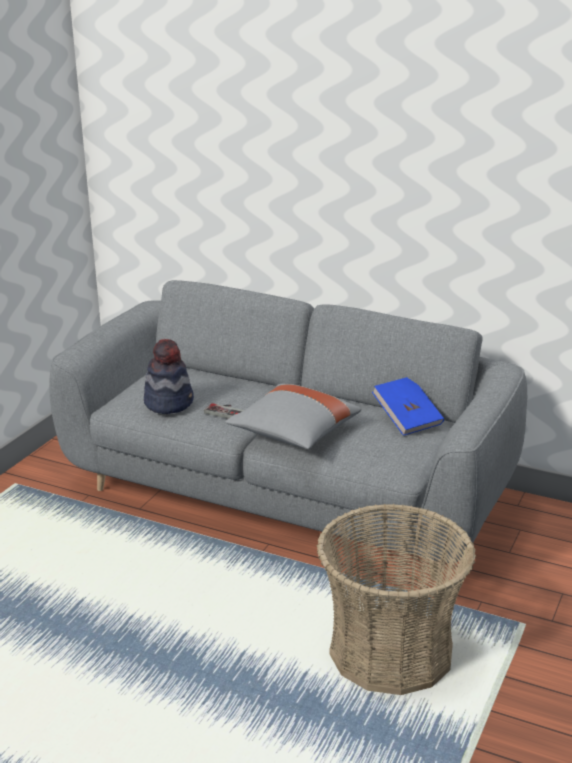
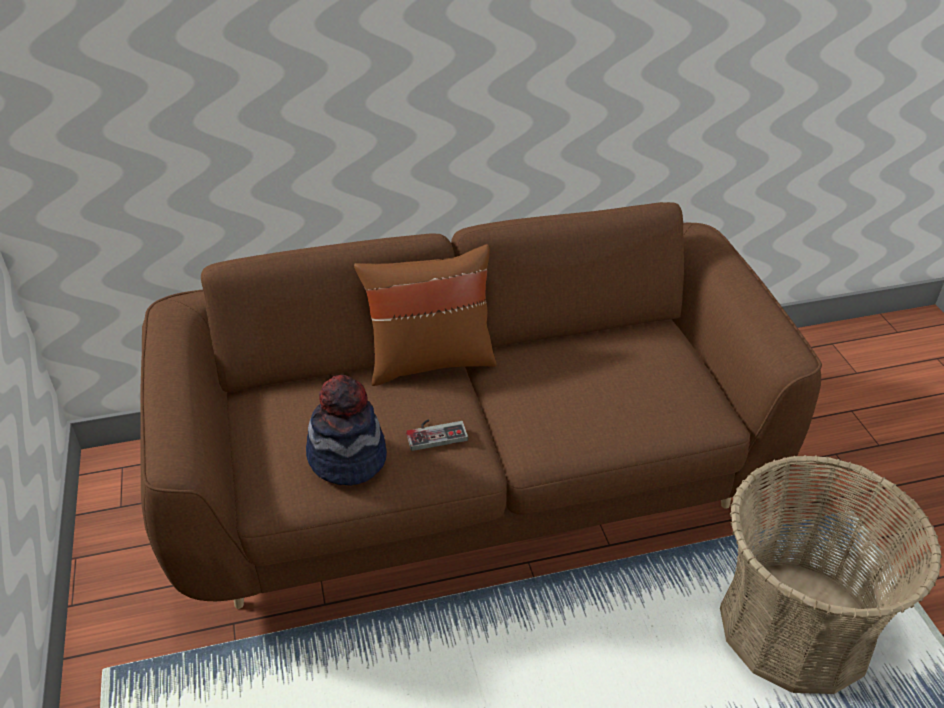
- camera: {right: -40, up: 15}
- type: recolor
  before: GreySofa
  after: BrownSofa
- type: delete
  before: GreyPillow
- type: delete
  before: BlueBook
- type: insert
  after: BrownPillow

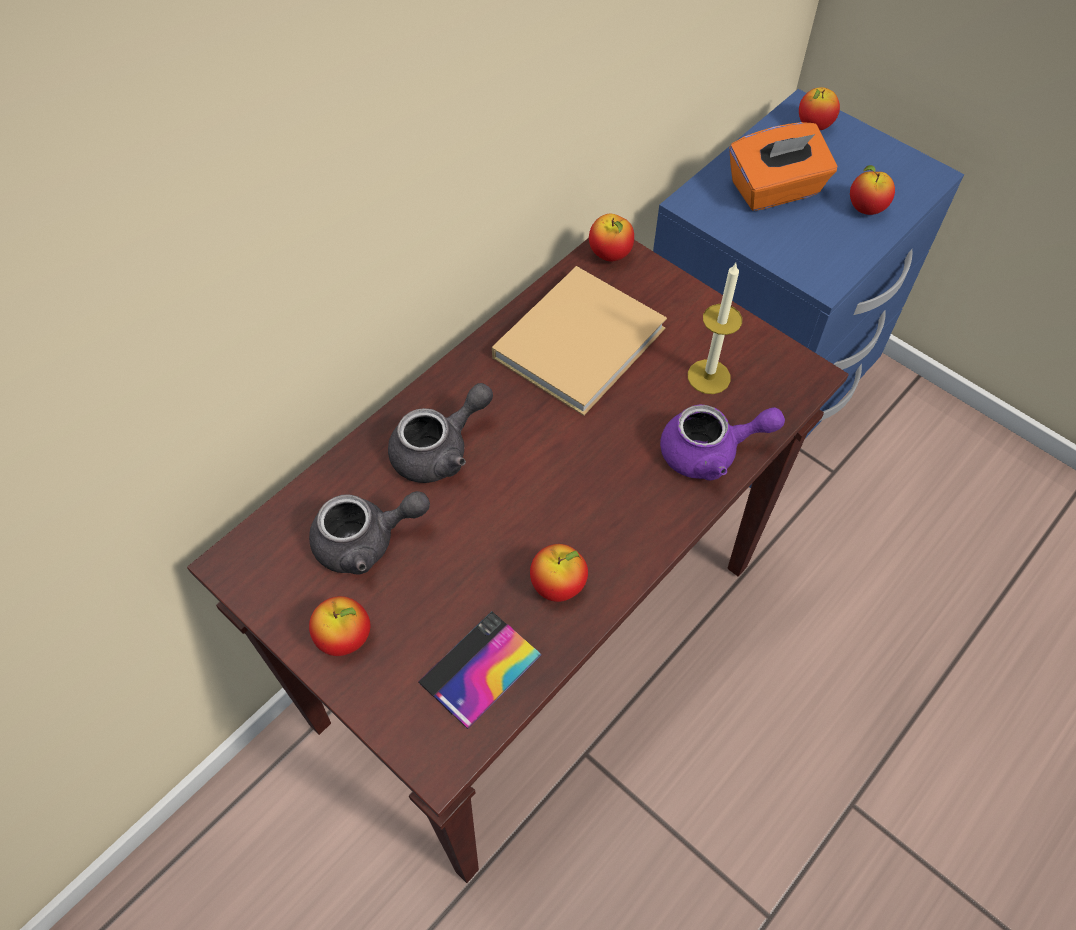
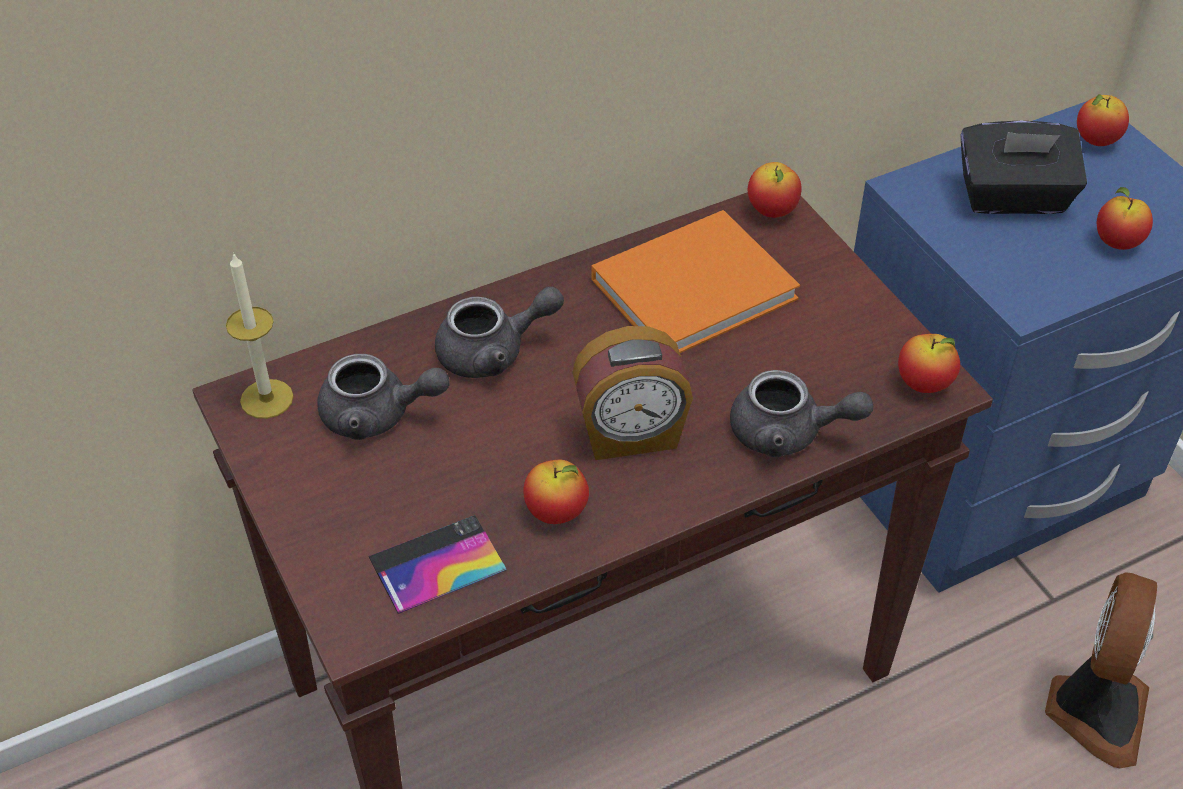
- camera: {right: 20, up: -10}
- type: move
  before: Apple (1st from left in the first image)
  after: Apple (3rd from left)
- type: recolor
  before: BeigeBook
  after: OrangeBook
- type: recolor
  before: PurpleTeapot
  after: GreyTeapot (3rd from left)
- type: move
  before: Candle
- type: recolor
  before: OrangeTissueBox
  after: BlackTissueBox
- type: insert
  after: AlarmClock
- type: insert
  after: Fan

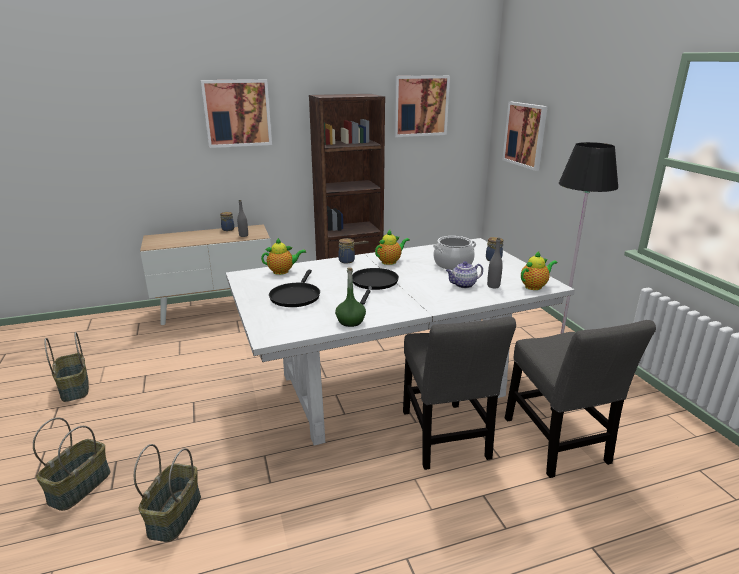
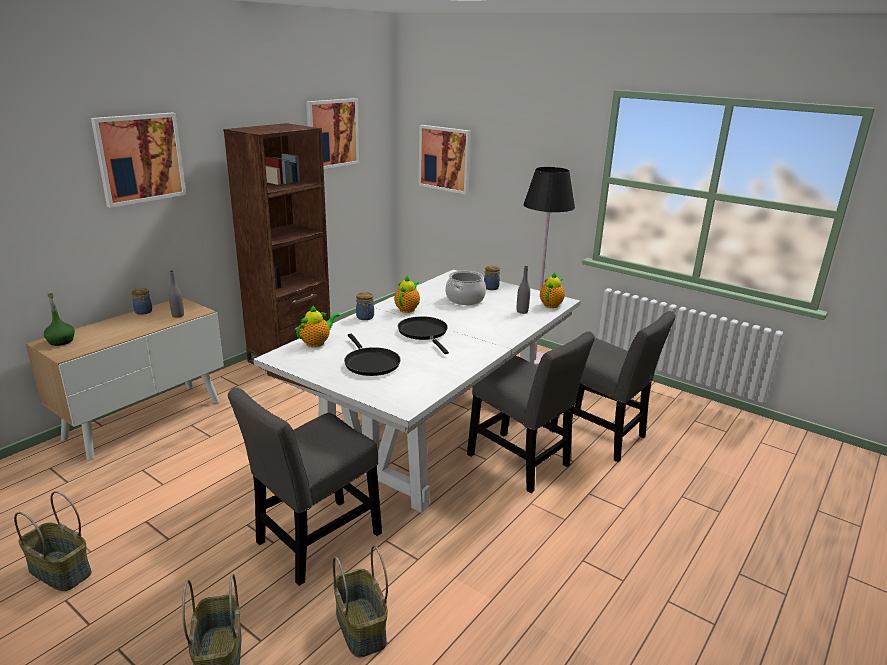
- camera: {right: -35, up: 0}
- type: move
  before: GreenBottle
- type: delete
  before: Teapot (3rd from left)
- type: insert
  after: GreyChair (1st from left)

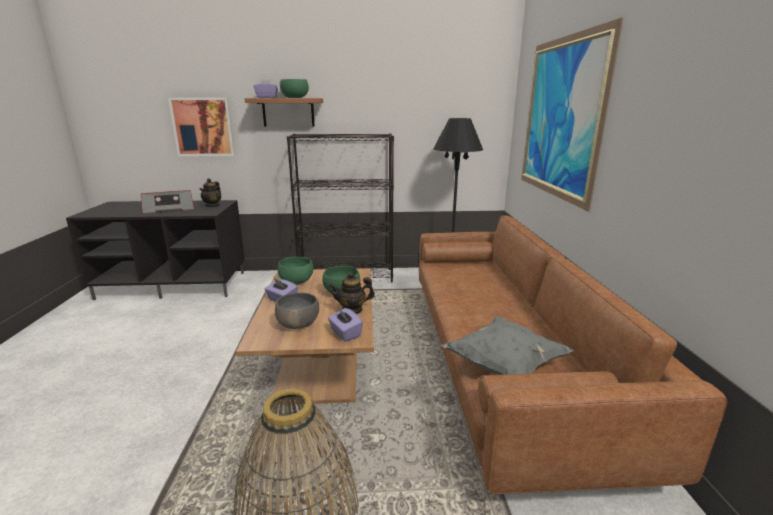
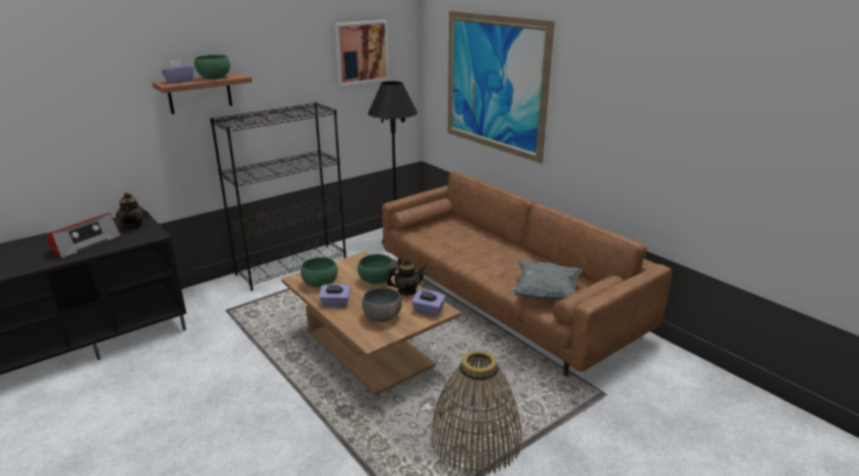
- camera: {right: -35, up: 5}
- type: move
  before: Picture (1st from left)
- type: rotate
  before: Teapot (2nd from left)
  turn: -150

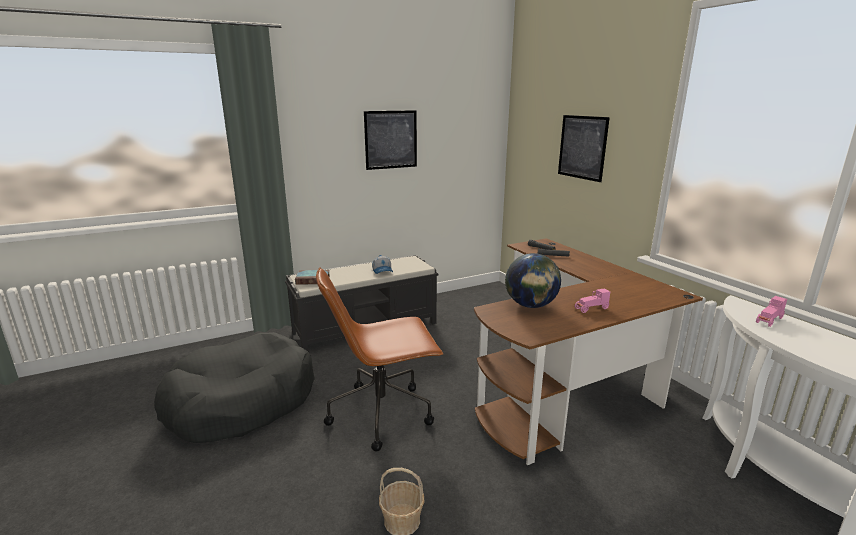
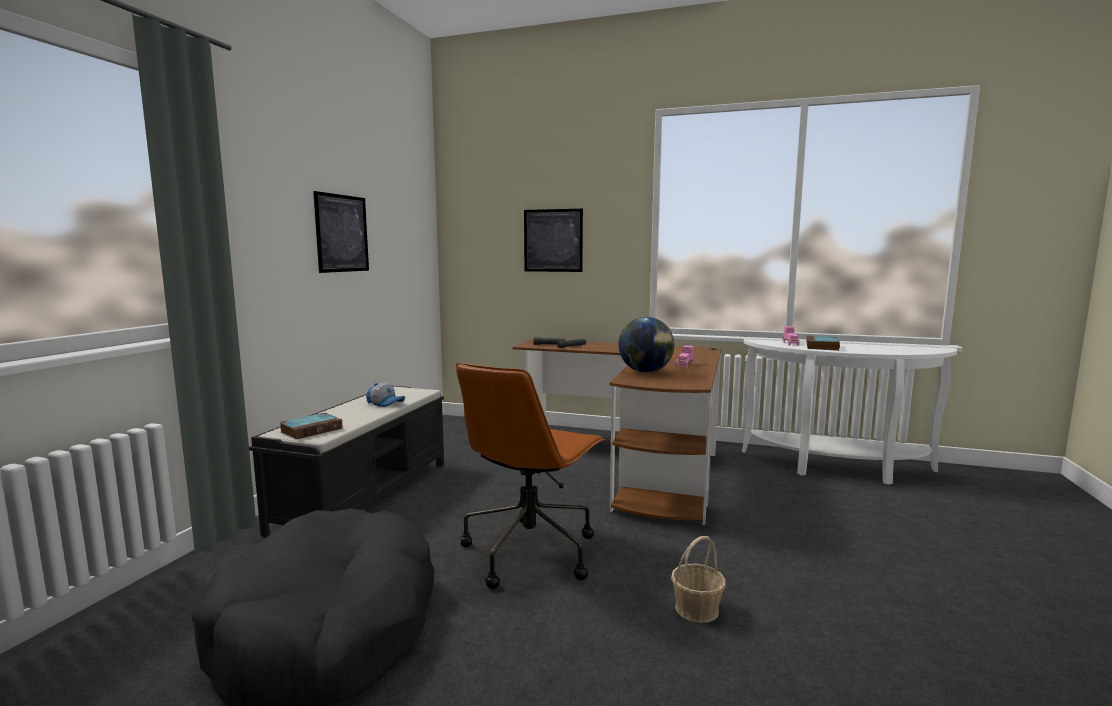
- camera: {right: -45, up: -10}
- type: insert
  after: Book (2nd from left)

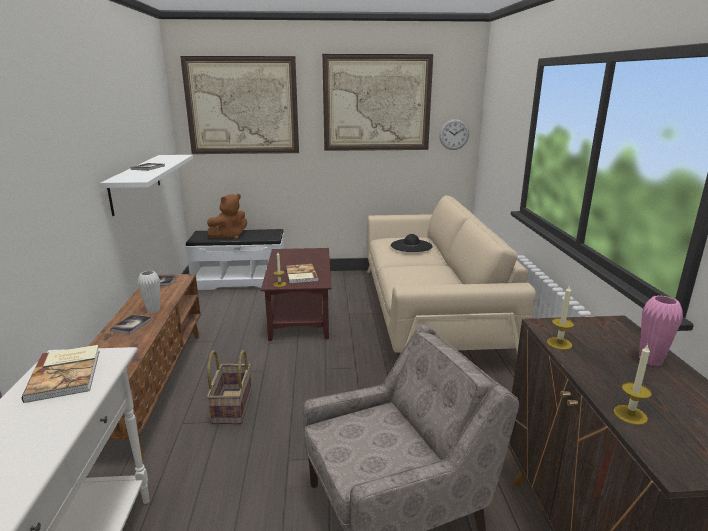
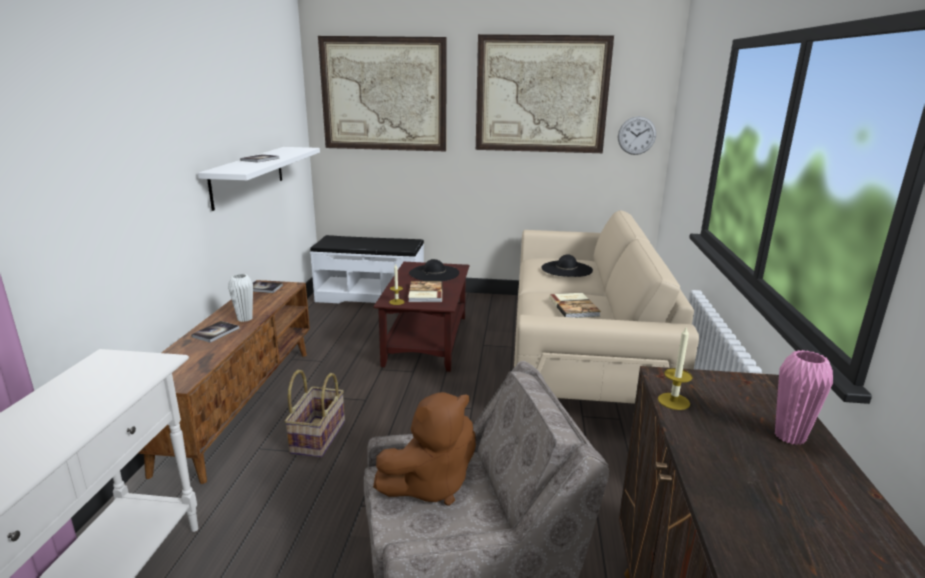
- camera: {right: 10, up: 0}
- type: move
  before: Book (1st from left in the first image)
  after: Book (5th from left)
- type: move
  before: BrownPlushToy
- type: delete
  before: Candle (3rd from left)
- type: insert
  after: BlackHat (1st from left)

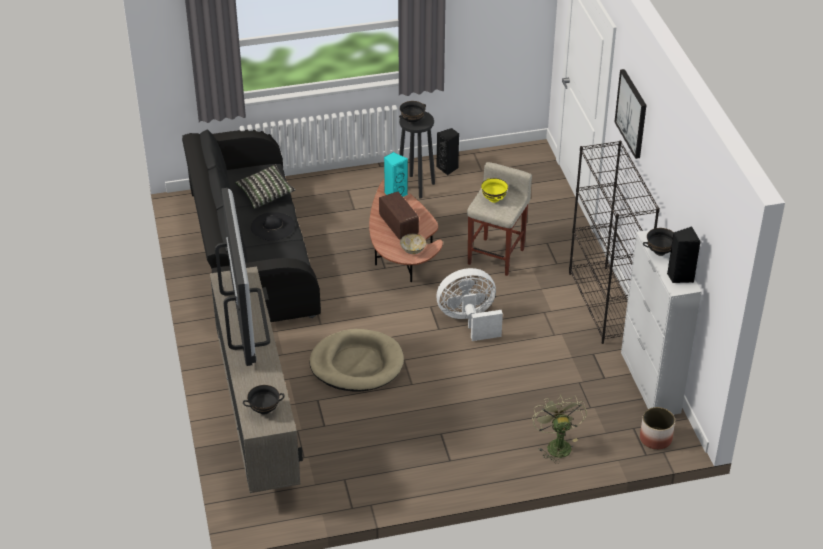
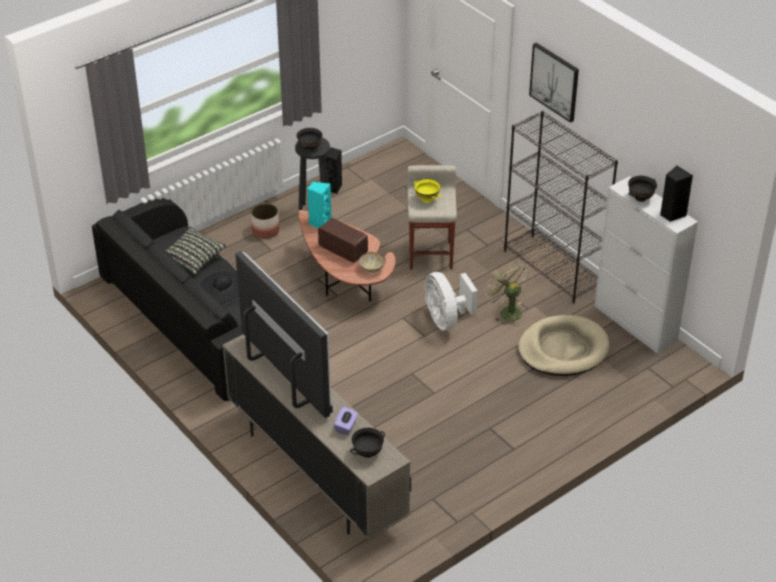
- camera: {right: -25, up: 0}
- type: move
  before: BeigeDogBed
- type: rotate
  before: WhiteFan
  turn: -75
- type: move
  before: GreenFan
- type: move
  before: Planter
- type: insert
  after: PurpleTissueBox

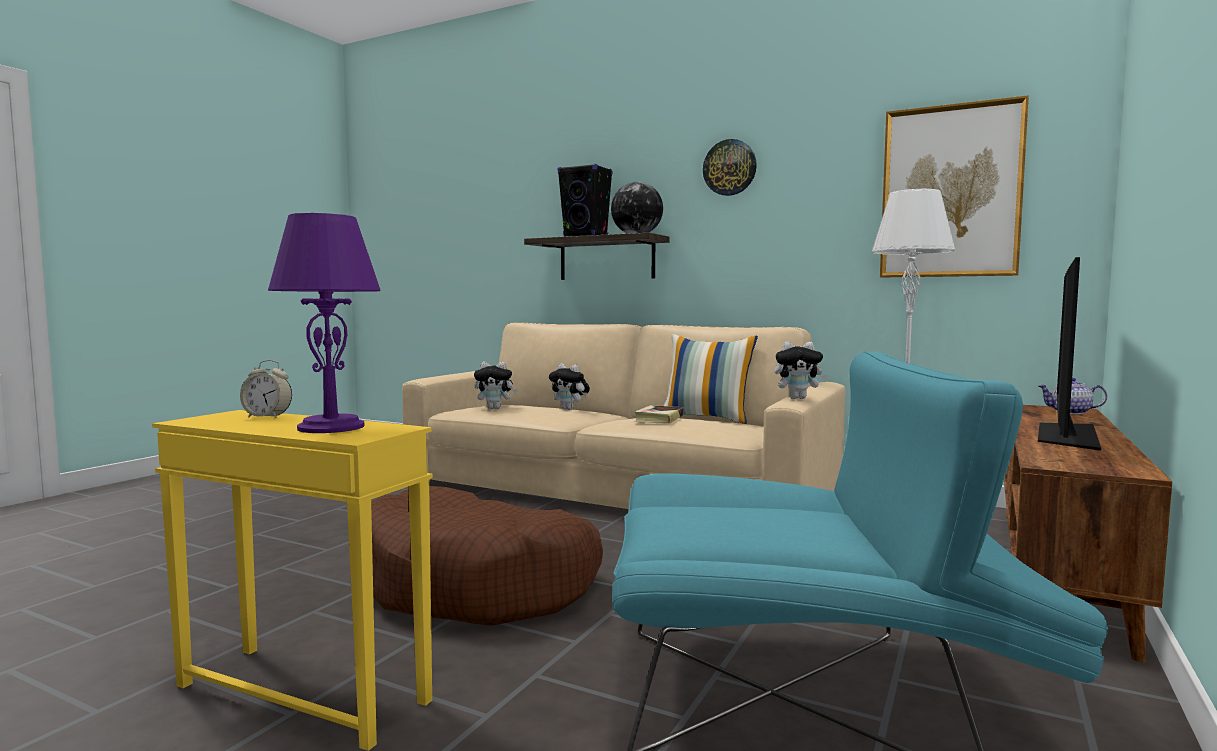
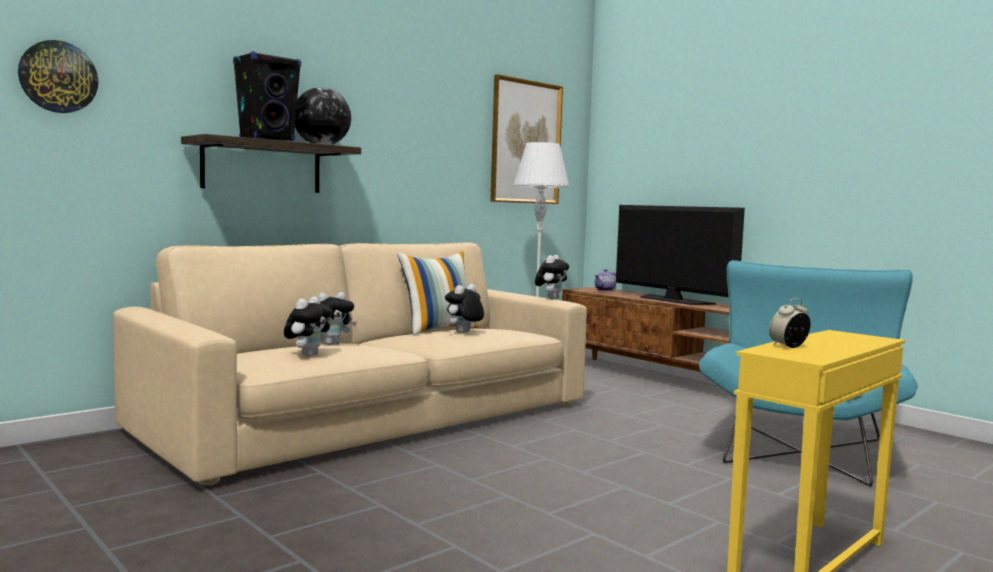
- camera: {right: -70, up: 0}
- type: rotate
  before: AlarmClock
  turn: -150
- type: delete
  before: PurpleTableLamp
- type: delete
  before: BrownDogBed
- type: replace
  before: Book
  after: PlushToy (3rd from left)
- type: move
  before: WallClock

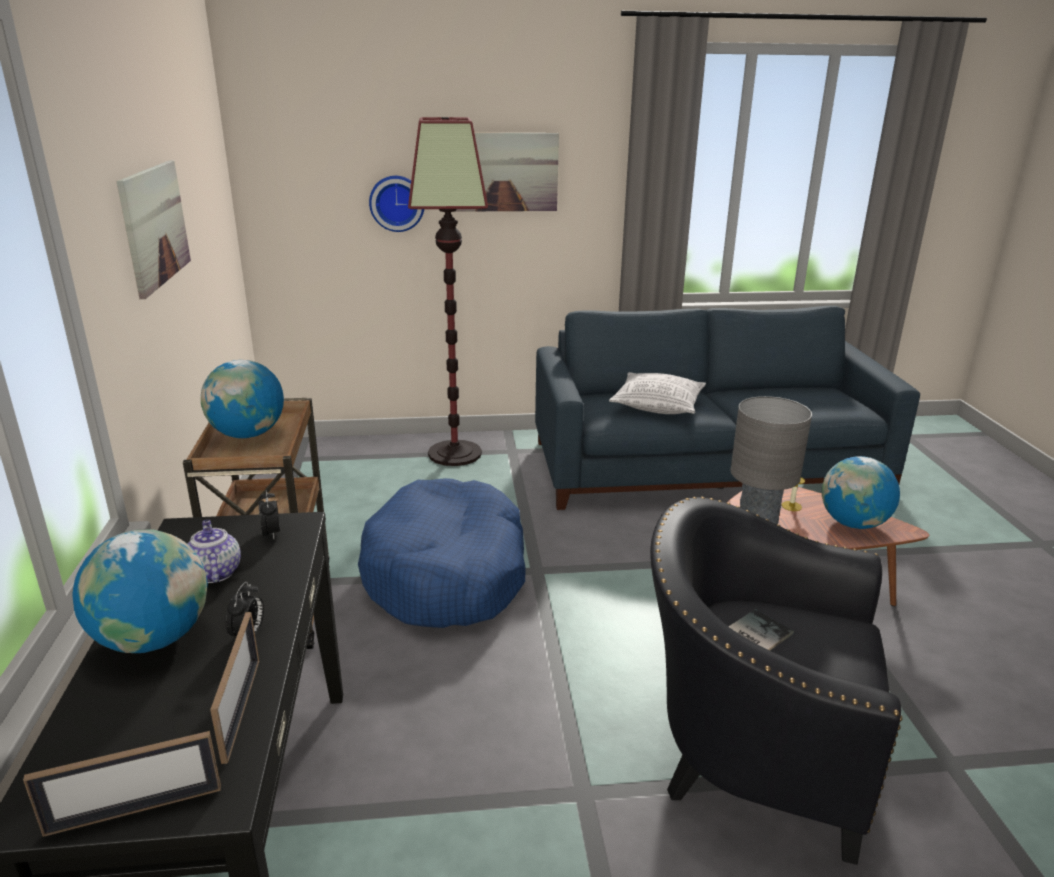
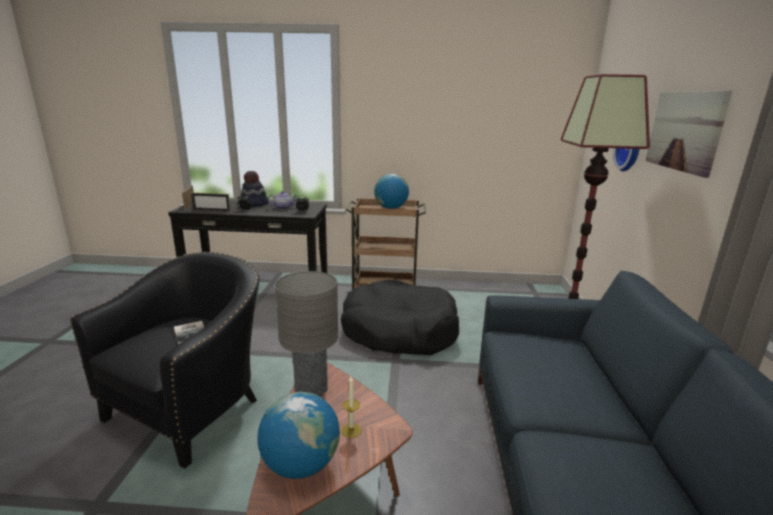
- camera: {right: 100, up: -5}
- type: replace
  before: Globe (1st from left)
  after: Hat
- type: delete
  before: Picture (1st from left)
- type: recolor
  before: BlueDogBed
  after: BlackDogBed
- type: delete
  before: Pillow

